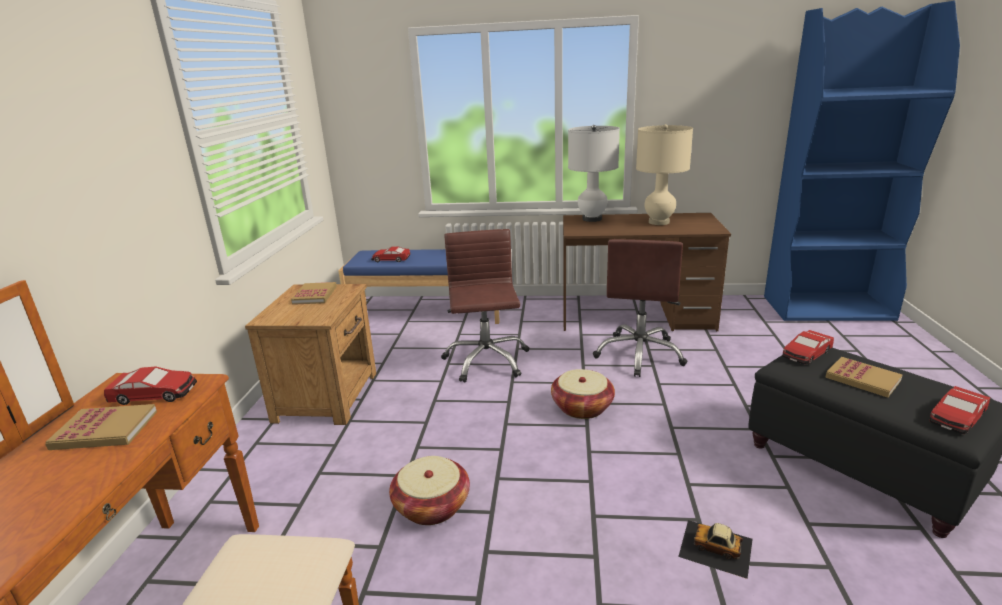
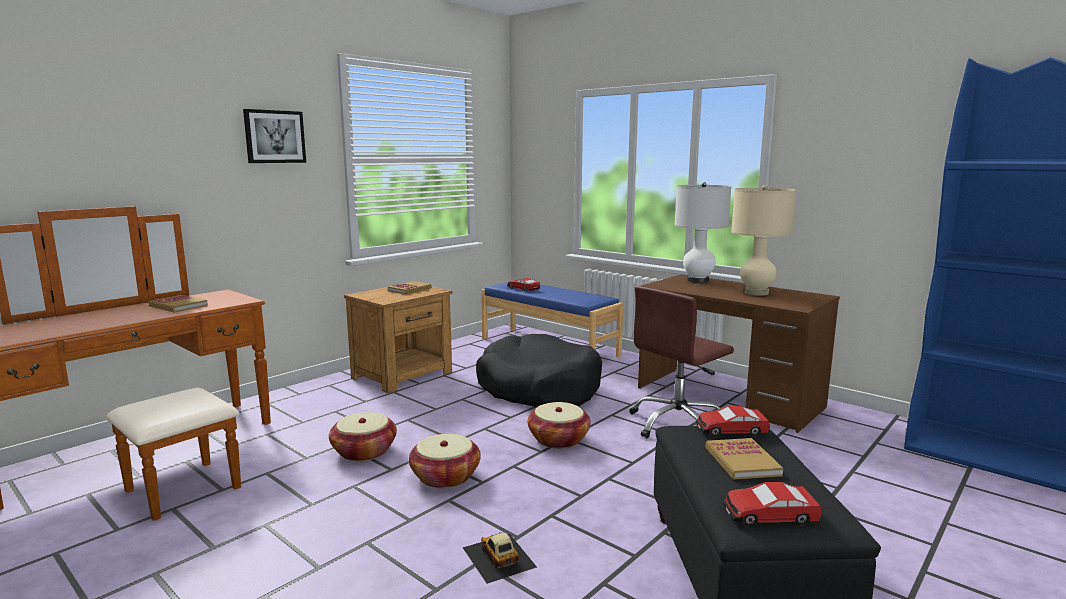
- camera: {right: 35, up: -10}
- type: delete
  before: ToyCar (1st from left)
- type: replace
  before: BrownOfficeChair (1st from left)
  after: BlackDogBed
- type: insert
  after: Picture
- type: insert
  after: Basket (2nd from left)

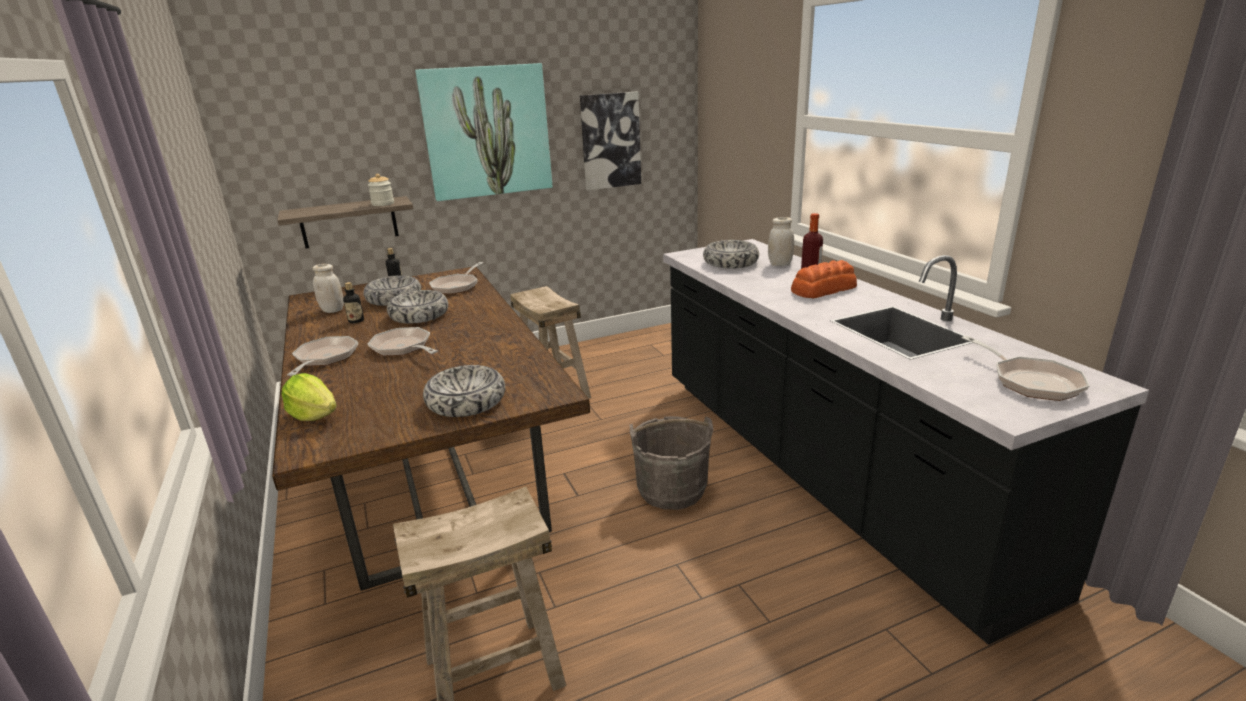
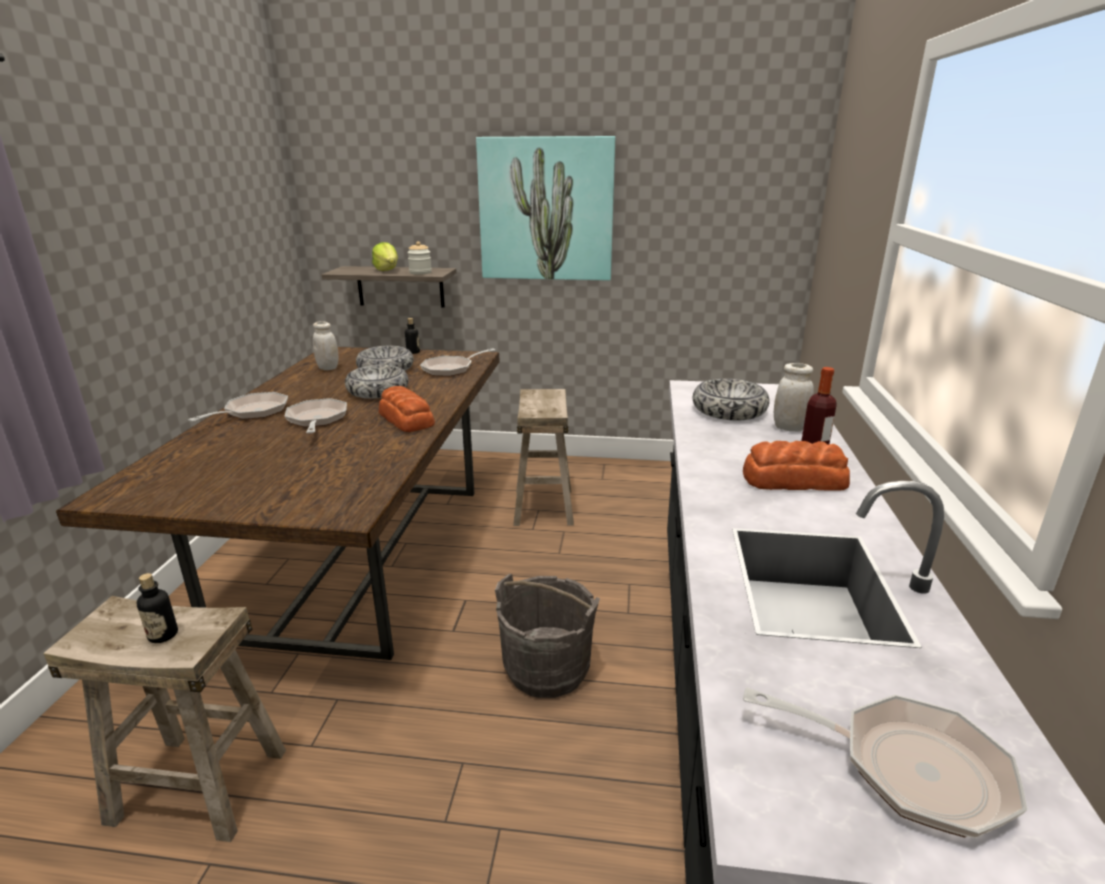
- camera: {right: 30, up: 0}
- type: move
  before: Lettuce
- type: move
  before: Bottle (1st from left)
- type: delete
  before: Bowl (3rd from left)
- type: delete
  before: Picture (2nd from left)
- type: rotate
  before: FryingPan (4th from left)
  turn: -75
- type: insert
  after: Bread (1st from left)

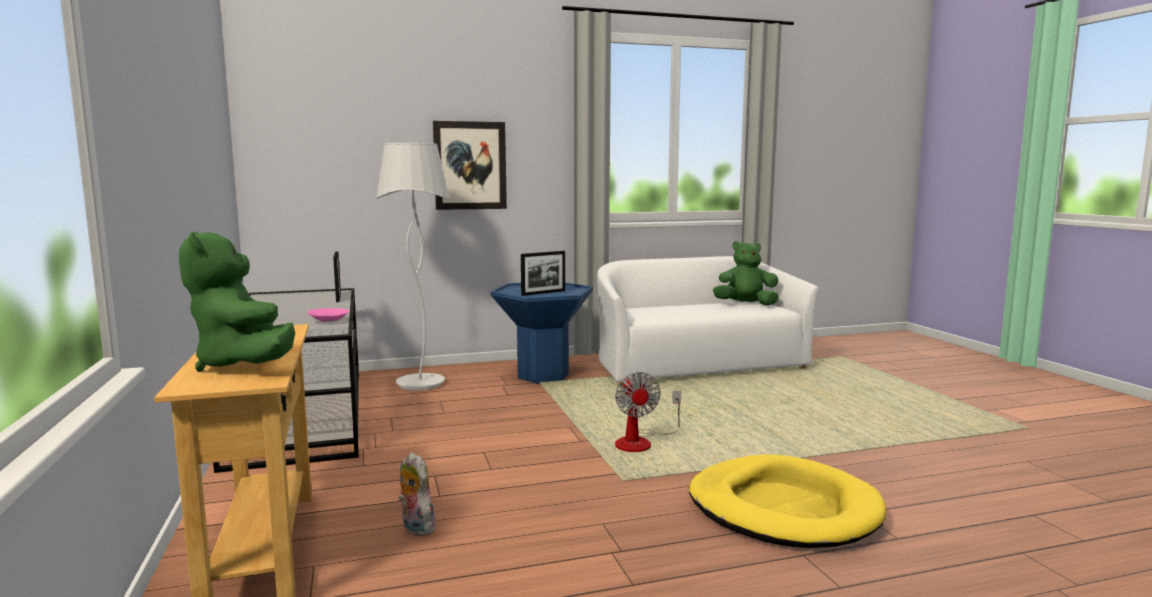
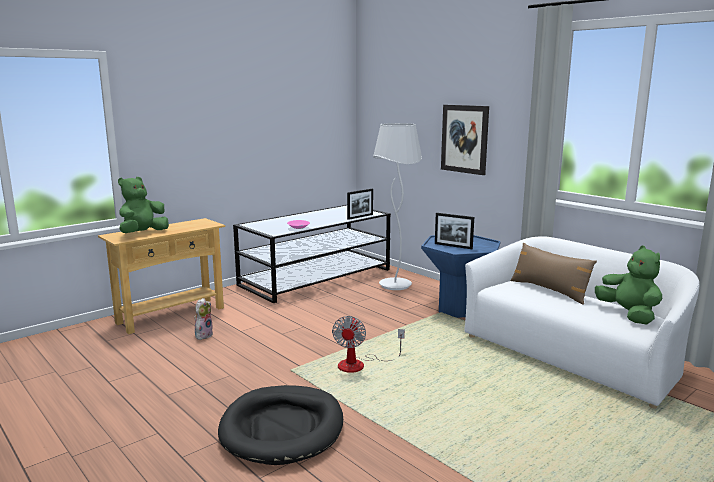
- camera: {right: 65, up: 5}
- type: rotate
  before: Fan
  turn: -45
- type: recolor
  before: YellowDogBed
  after: BlackDogBed
- type: insert
  after: BrownPillow

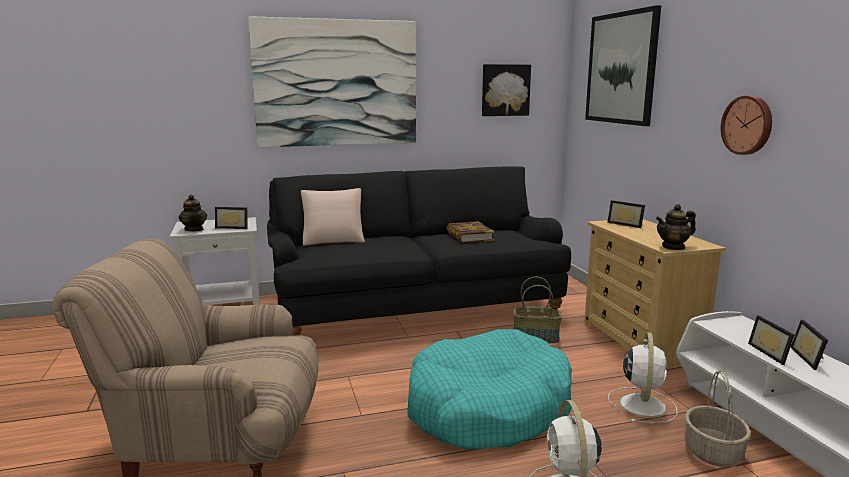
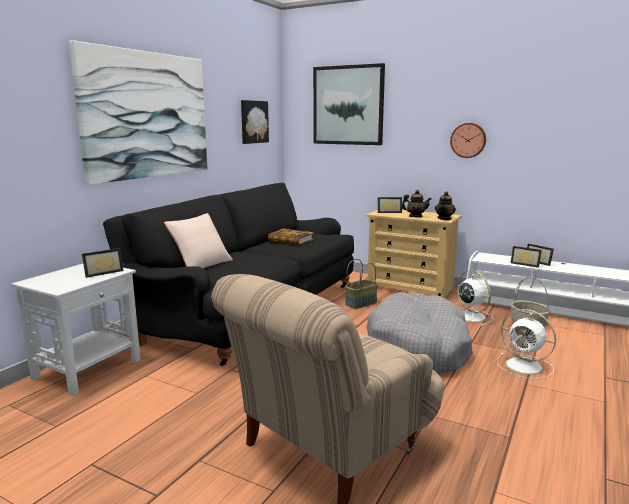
- camera: {right: -45, up: 0}
- type: move
  before: Teapot (1st from left)
- type: recolor
  before: TurquoiseDogBed
  after: GreyDogBed

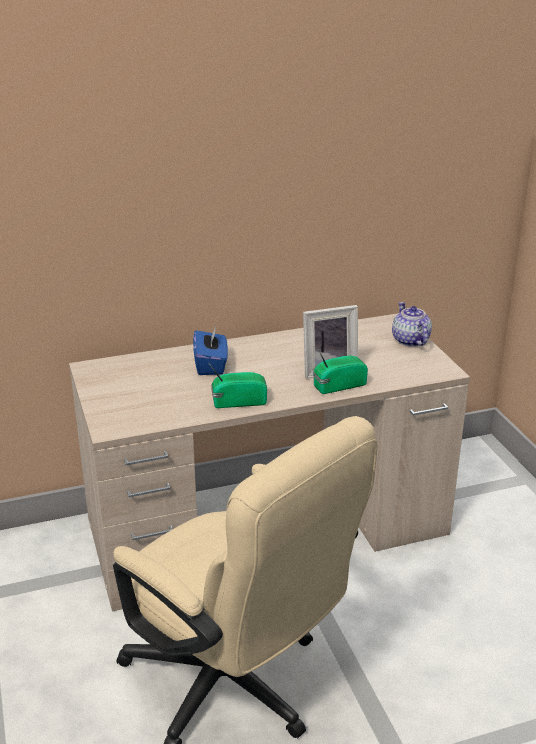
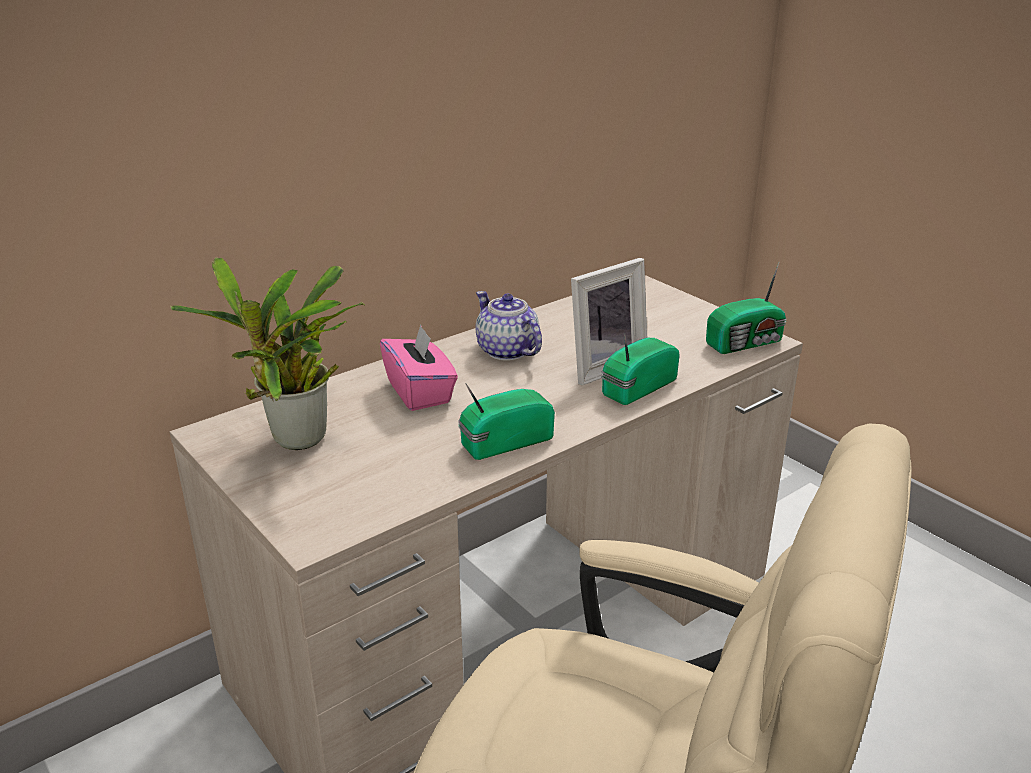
- camera: {right: -20, up: 0}
- type: recolor
  before: BlueTissueBox
  after: PinkTissueBox
- type: move
  before: Teapot
- type: insert
  after: PottedPlant
- type: insert
  after: Radio (3rd from left)

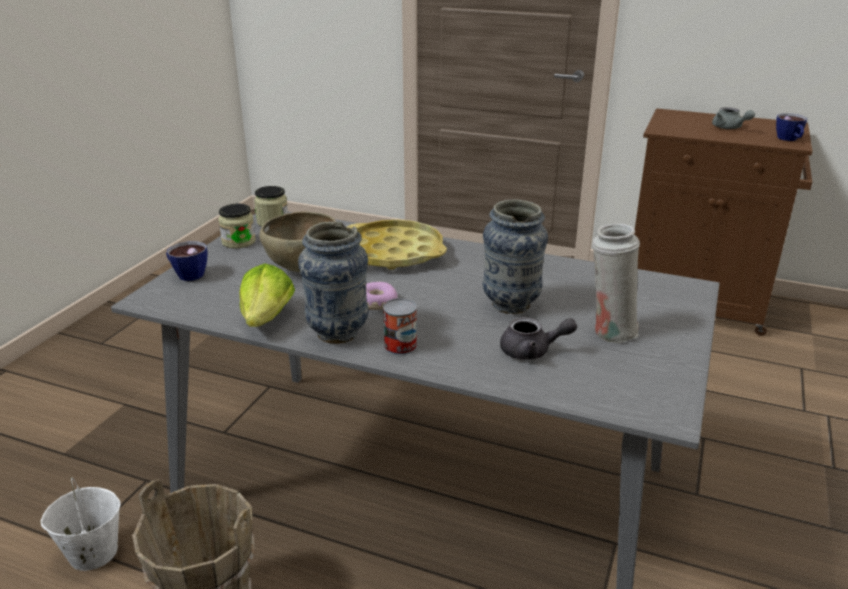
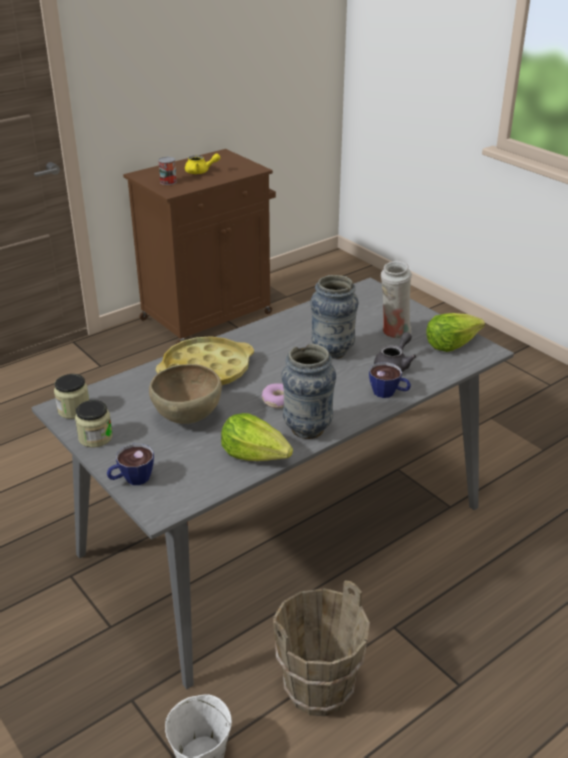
- camera: {right: -60, up: 5}
- type: move
  before: Can
- type: recolor
  before: GreyTeapot (2nd from left)
  after: YellowTeapot
- type: move
  before: Cup (2nd from left)
- type: insert
  after: Lettuce (2nd from left)

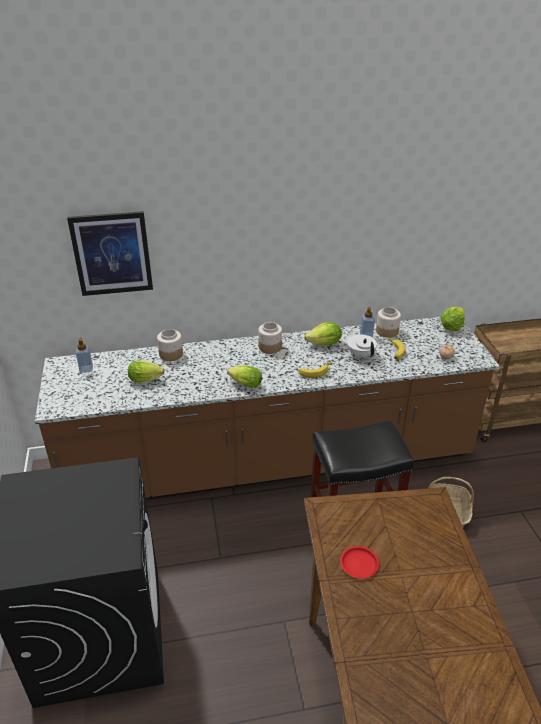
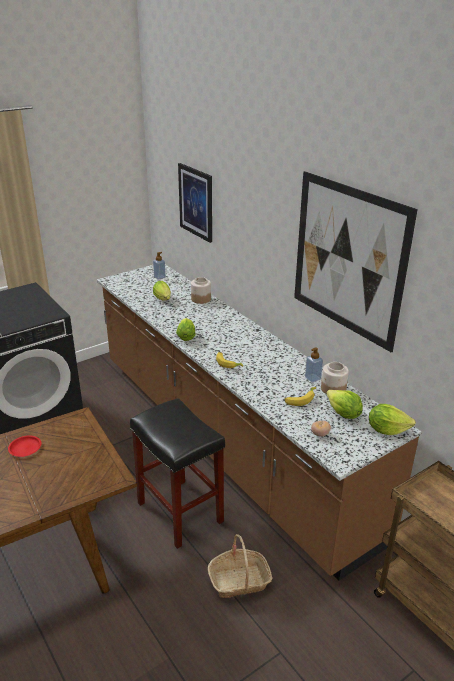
- camera: {right: 65, up: -5}
- type: delete
  before: Jar (2nd from left)
- type: move
  before: Lettuce (3rd from left)
- type: delete
  before: WhiteTeapot
- type: insert
  after: Picture (2nd from left)

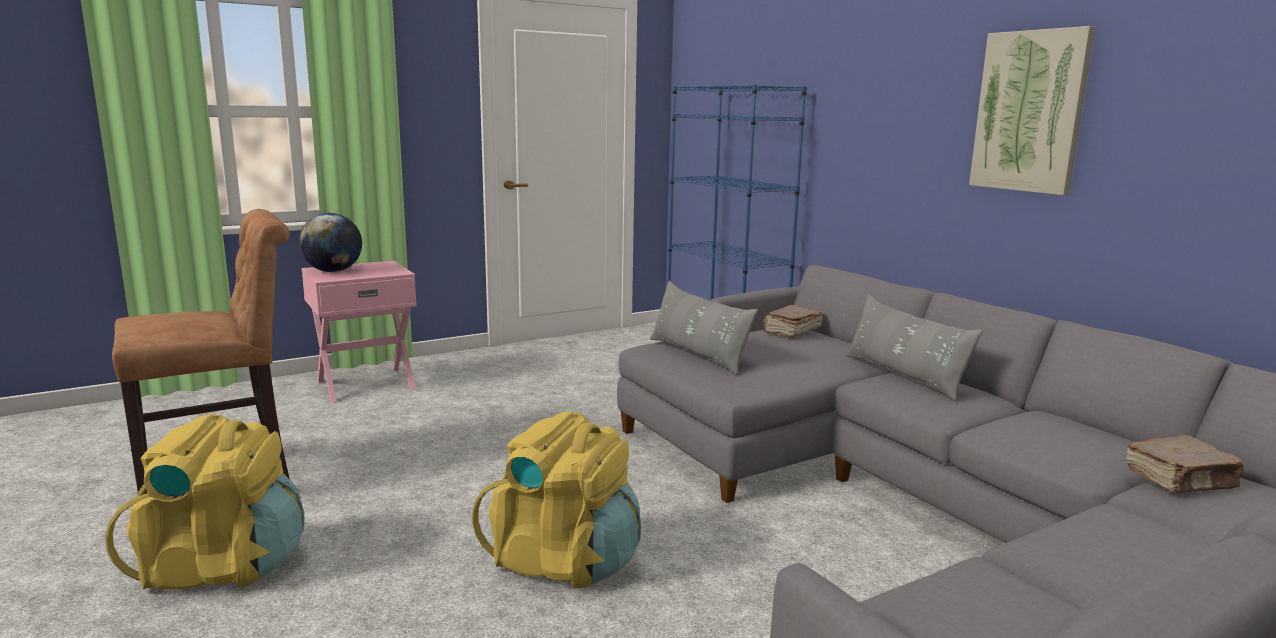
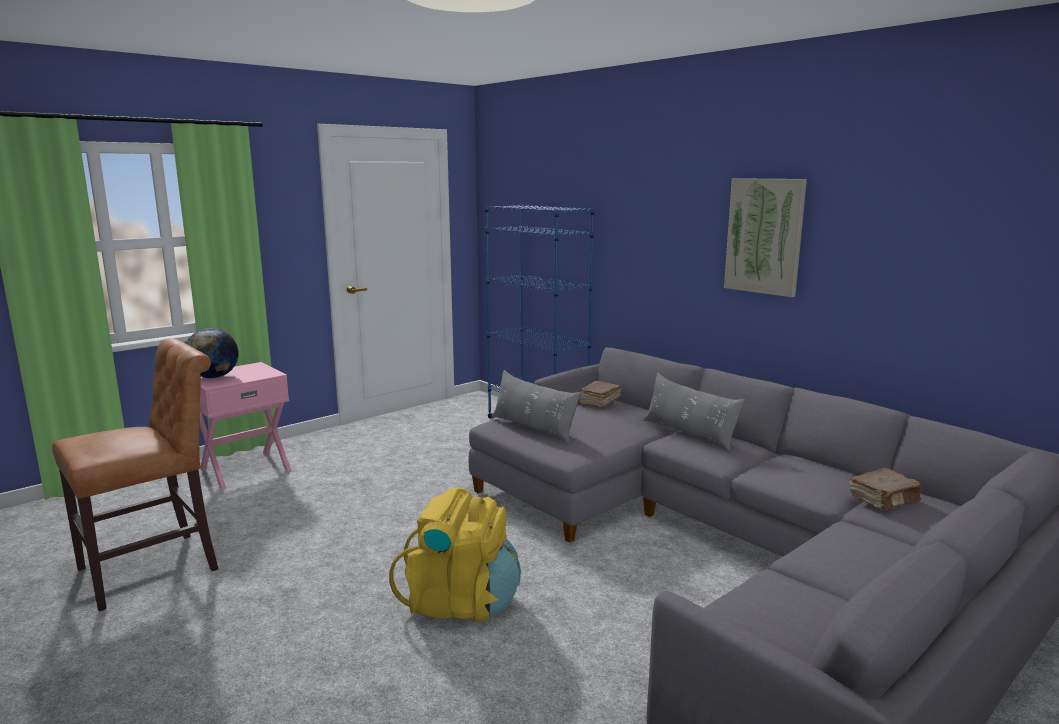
- camera: {right: -10, up: 0}
- type: delete
  before: YellowBackpack (1st from left)

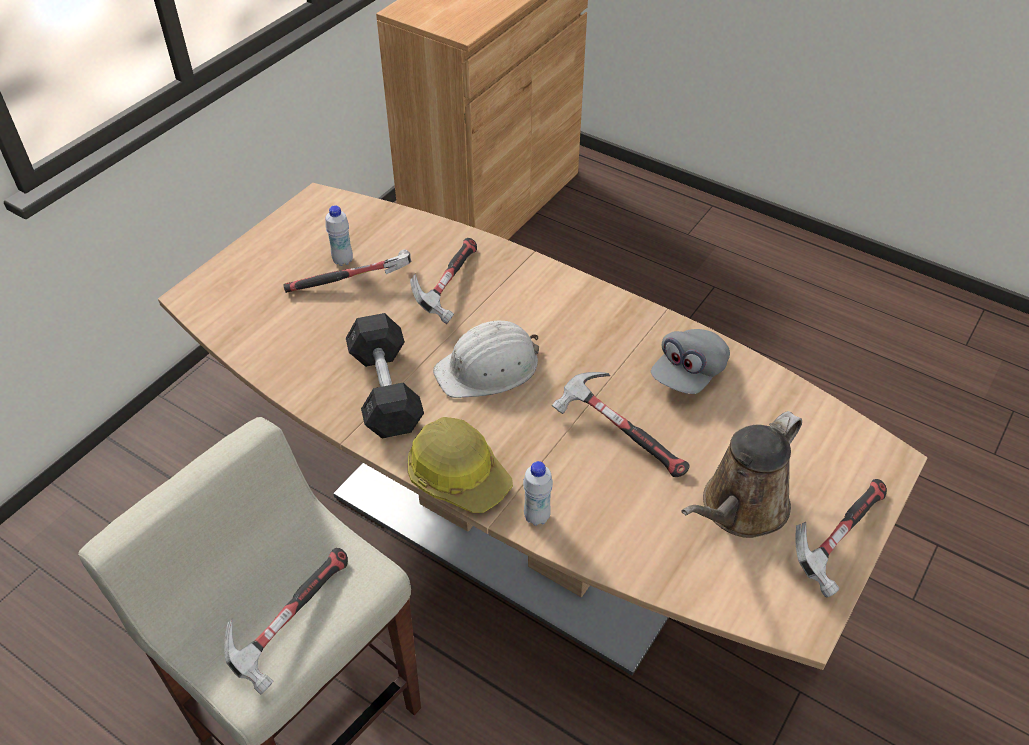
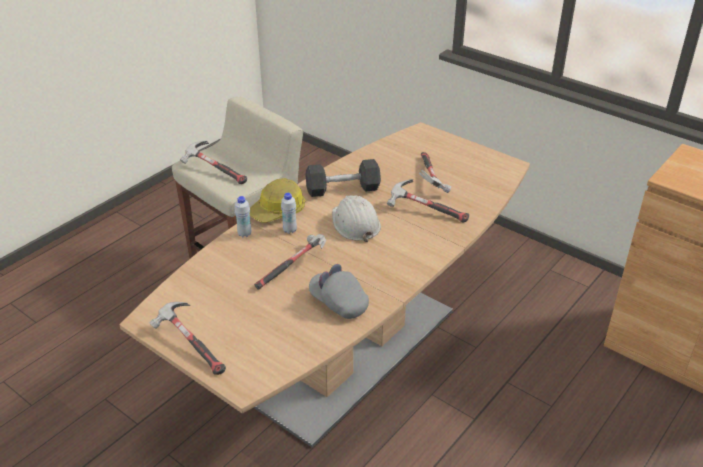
- camera: {right: 95, up: -10}
- type: move
  before: WhiteBottle (1st from left in the first image)
  after: WhiteBottle (2nd from left)
- type: delete
  before: BrownWateringCan

